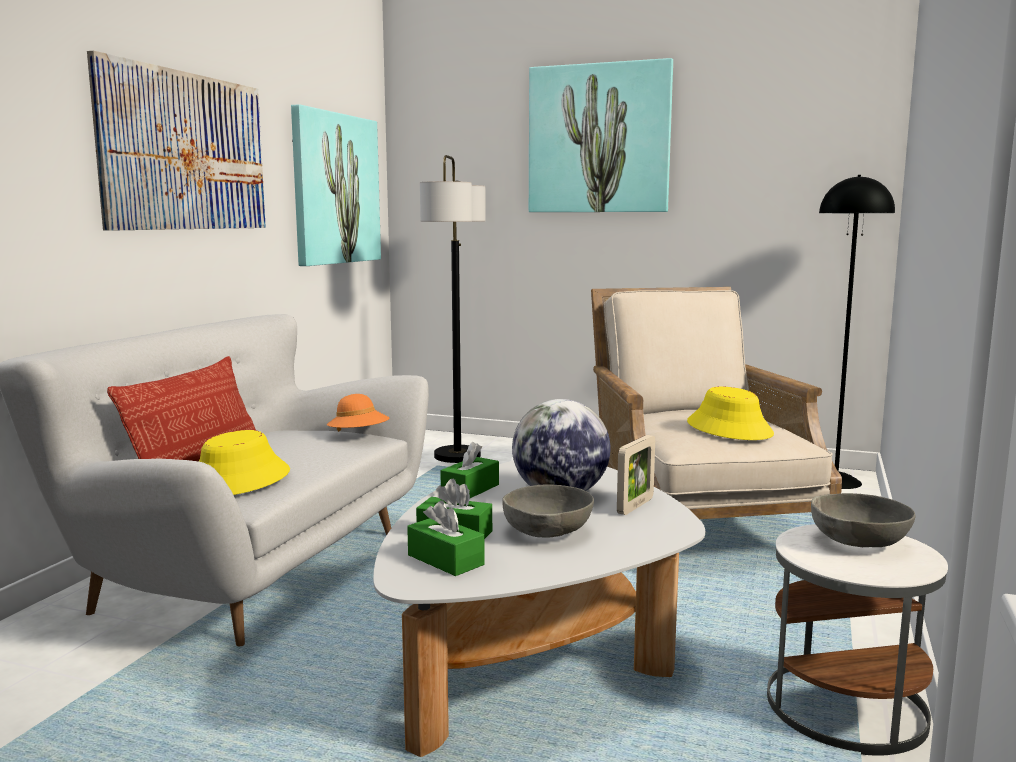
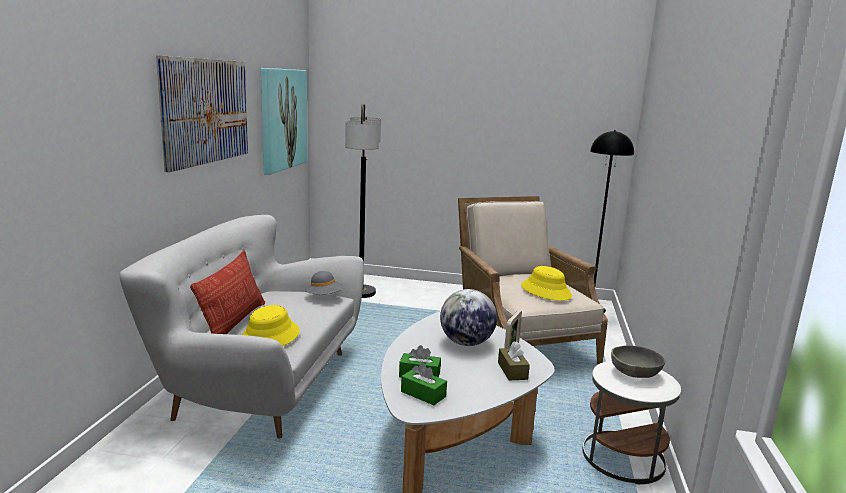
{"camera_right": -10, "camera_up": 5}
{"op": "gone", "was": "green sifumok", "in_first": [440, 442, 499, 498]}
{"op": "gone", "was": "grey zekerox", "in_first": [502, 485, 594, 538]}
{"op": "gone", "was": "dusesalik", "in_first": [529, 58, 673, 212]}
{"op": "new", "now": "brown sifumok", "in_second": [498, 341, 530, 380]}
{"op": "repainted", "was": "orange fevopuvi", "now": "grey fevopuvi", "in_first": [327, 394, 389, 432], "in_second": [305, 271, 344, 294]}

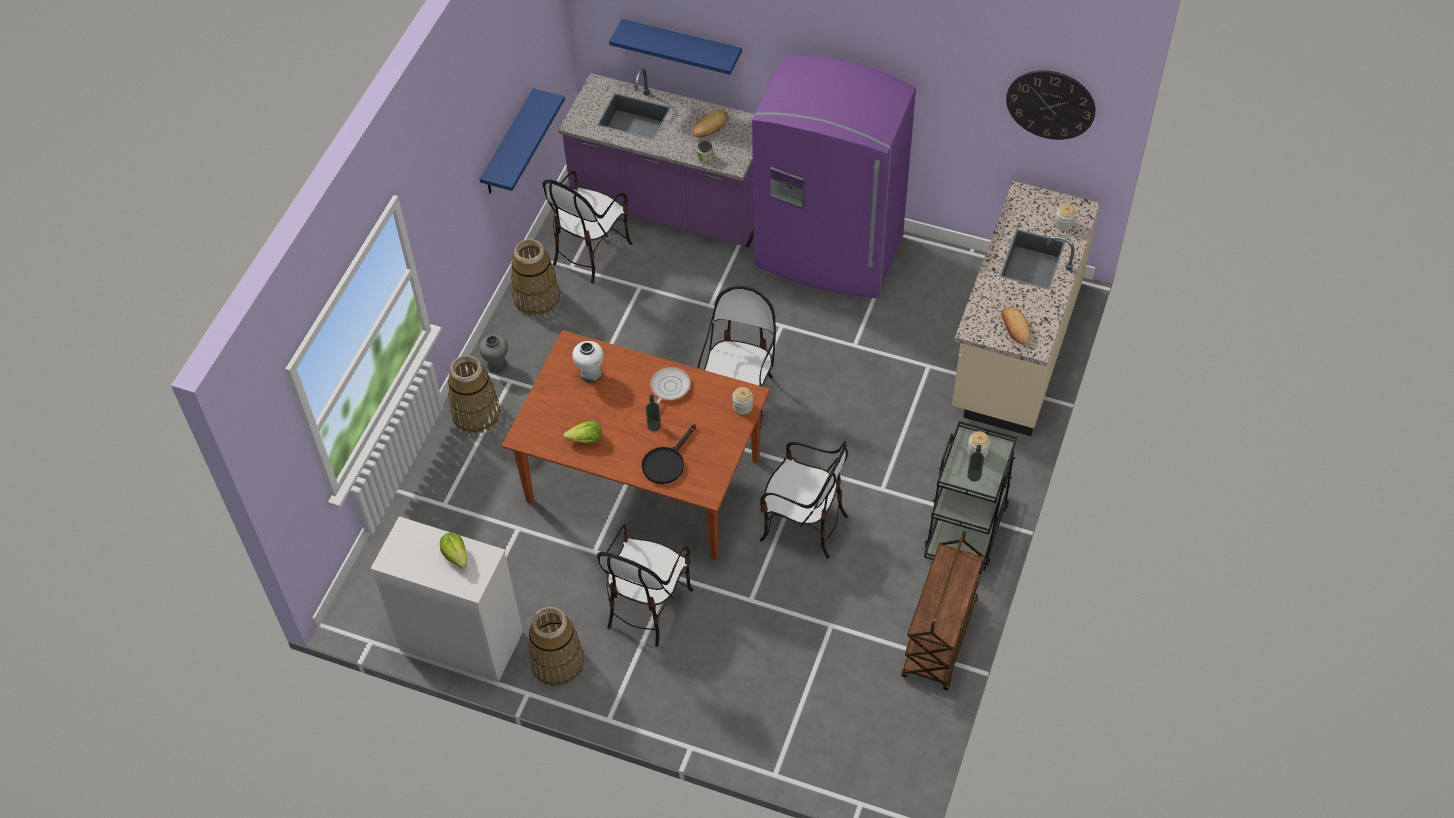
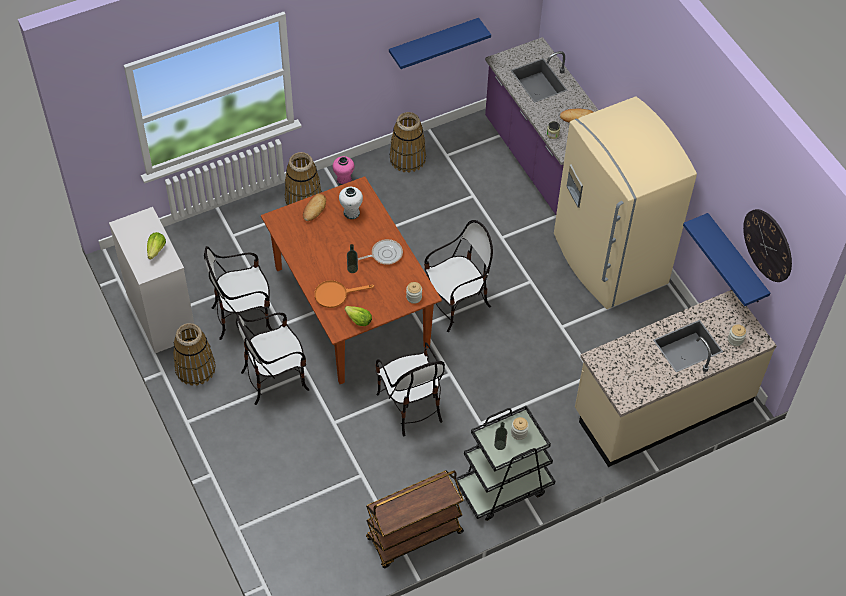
{"camera_right": 40, "camera_up": 0}
{"op": "shifted", "was": "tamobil", "in_first": [543, 171, 632, 284], "in_second": [204, 246, 273, 340]}
{"op": "shifted", "was": "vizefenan", "in_first": [563, 421, 602, 443], "in_second": [344, 306, 372, 326]}
{"op": "shifted", "was": "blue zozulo", "in_first": [609, 19, 742, 75], "in_second": [683, 213, 770, 306]}
{"op": "shifted", "was": "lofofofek", "in_first": [1001, 307, 1031, 345], "in_second": [303, 194, 326, 221]}
{"op": "repainted", "was": "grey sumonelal", "now": "pink sumonelal", "in_first": [479, 334, 508, 373], "in_second": [333, 156, 354, 185]}
{"op": "repainted", "was": "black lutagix", "now": "orange lutagix", "in_first": [642, 424, 696, 484], "in_second": [314, 280, 374, 308]}
{"op": "repainted", "was": "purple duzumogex", "now": "beige duzumogex", "in_first": [752, 55, 916, 298], "in_second": [554, 97, 697, 309]}

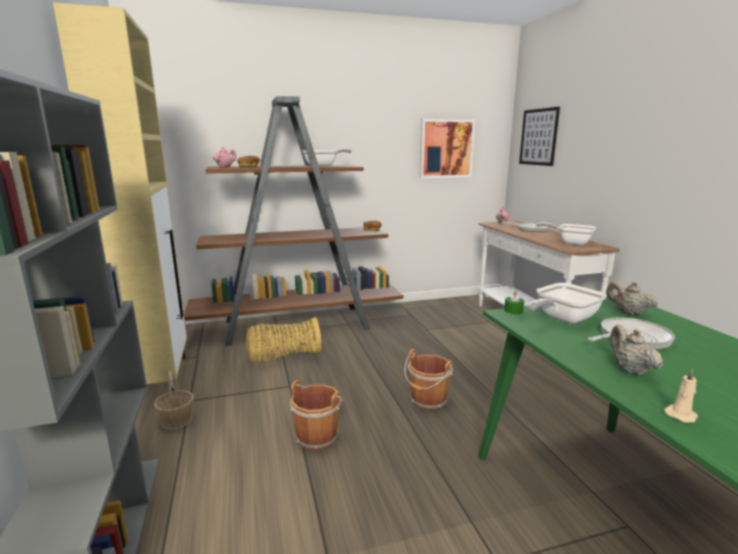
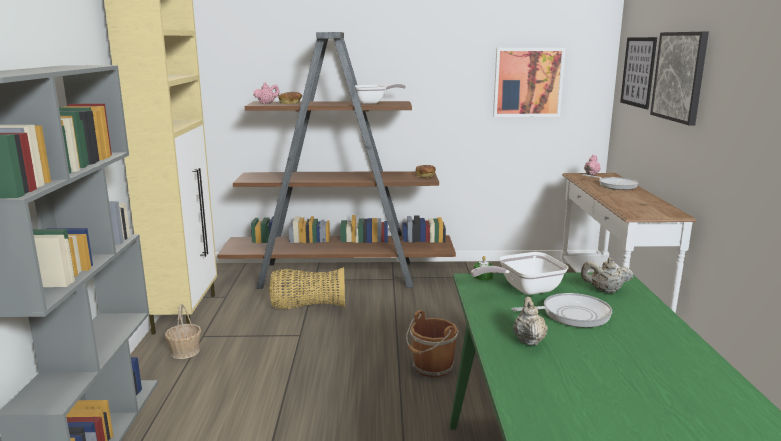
{"camera_right": 15, "camera_up": 0}
{"op": "gone", "was": "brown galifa", "in_first": [290, 380, 345, 450]}
{"op": "gone", "was": "lutagix", "in_first": [536, 223, 597, 245]}
{"op": "gone", "was": "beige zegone", "in_first": [664, 369, 698, 423]}
{"op": "new", "now": "dusesalik", "in_second": [650, 32, 709, 125]}
{"op": "rotated", "was": "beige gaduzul", "in_first": [606, 282, 658, 316], "in_second": [581, 258, 634, 293], "clockwise": -60}

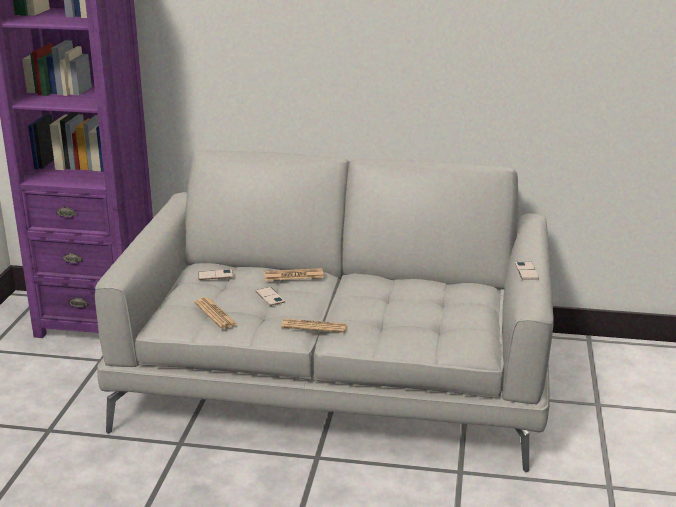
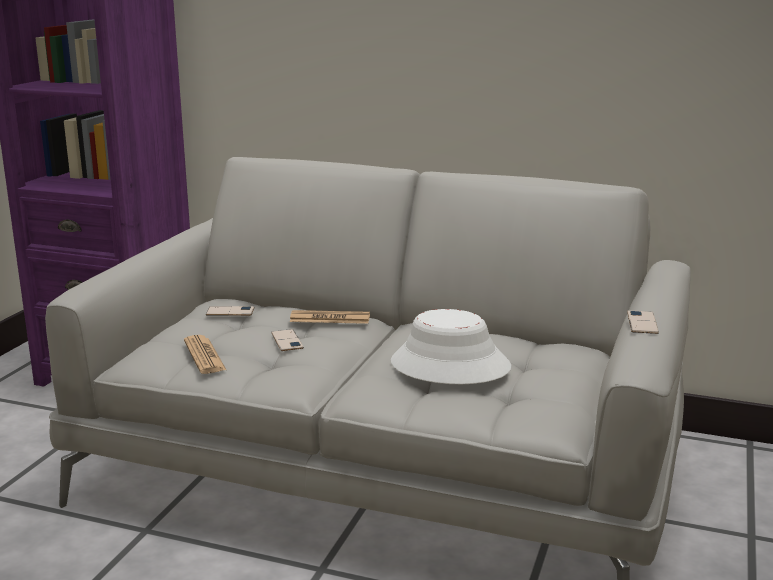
{"camera_right": 10, "camera_up": -5}
{"op": "gone", "was": "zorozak", "in_first": [281, 319, 347, 333]}
{"op": "new", "now": "white fevopuvi", "in_second": [391, 309, 512, 384]}

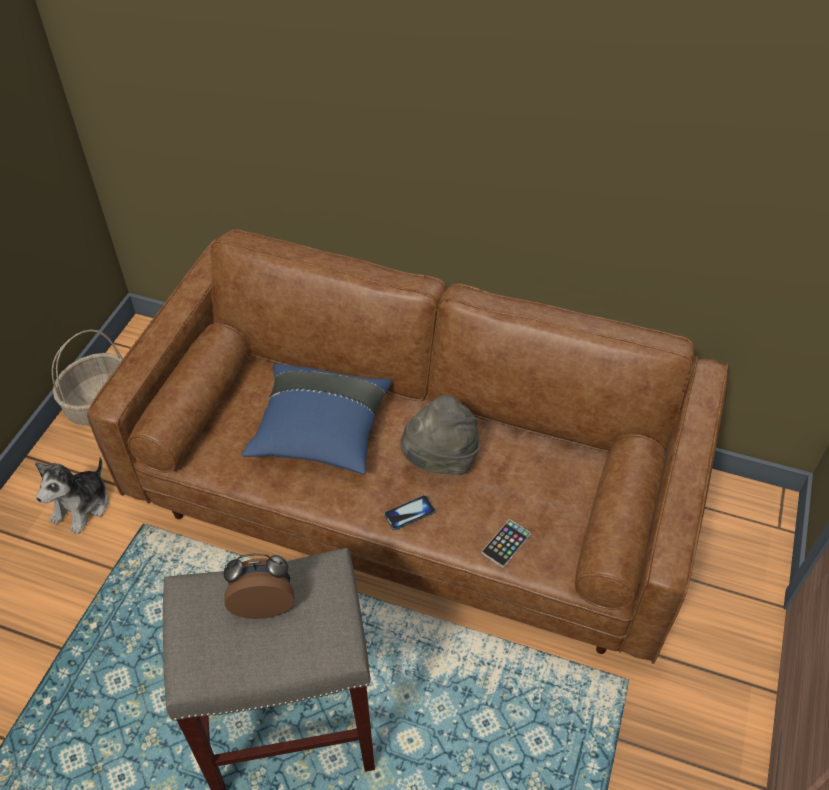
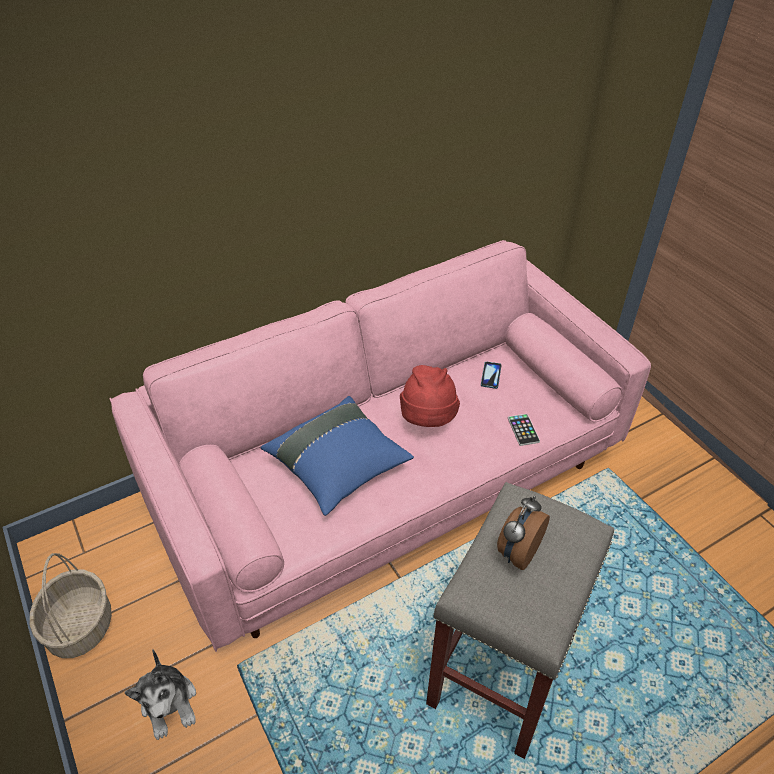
{"camera_right": -50, "camera_up": -5}
{"op": "shifted", "was": "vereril", "in_first": [384, 495, 435, 530], "in_second": [481, 362, 502, 389]}
{"op": "repainted", "was": "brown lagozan", "now": "pink lagozan", "in_first": [87, 229, 728, 664], "in_second": [110, 240, 651, 652]}
{"op": "repainted", "was": "grey fevopuvi", "now": "red fevopuvi", "in_first": [400, 395, 480, 475], "in_second": [400, 365, 460, 427]}

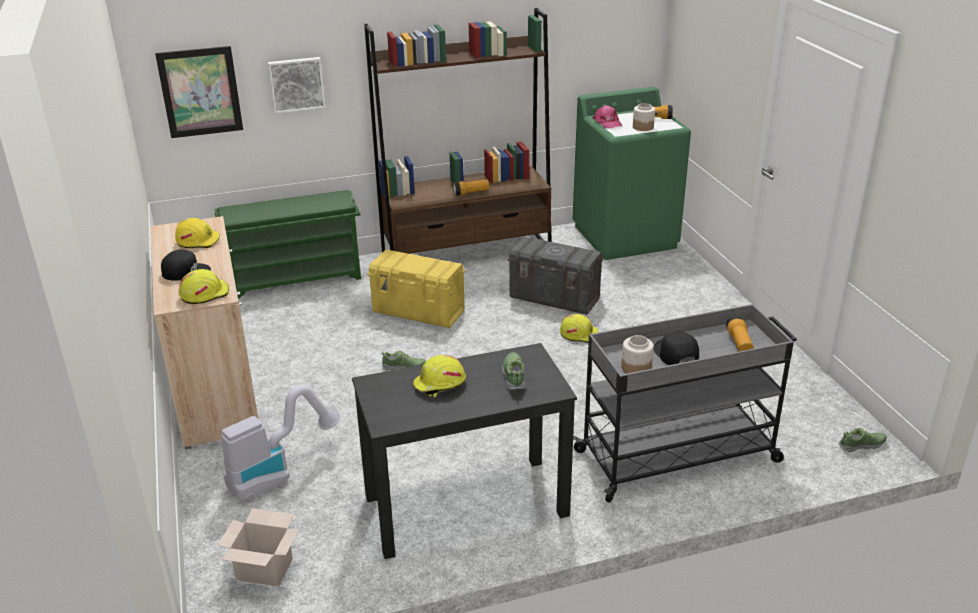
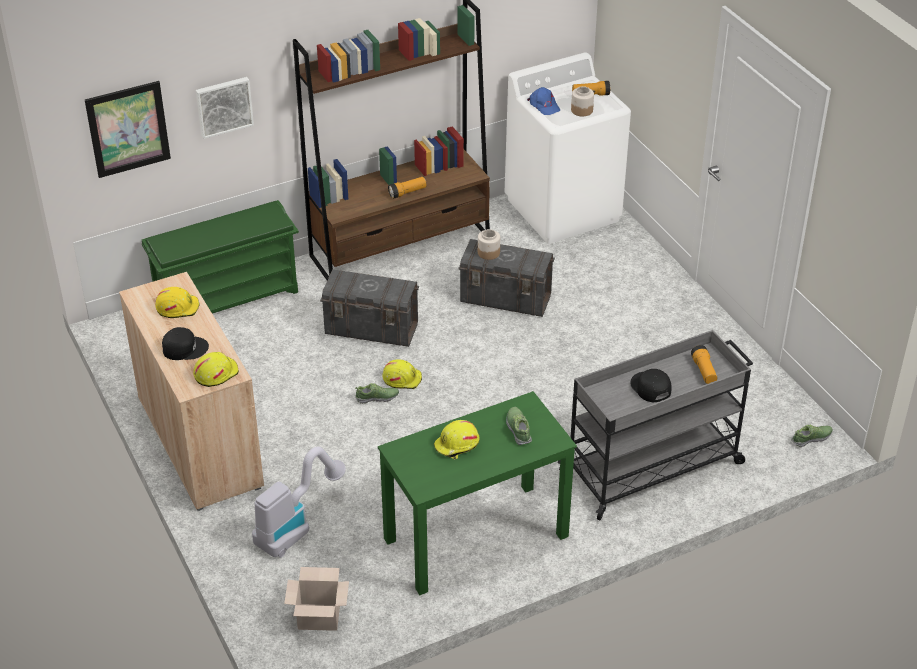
{"camera_right": -10, "camera_up": 10}
{"op": "shifted", "was": "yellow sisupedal", "in_first": [560, 314, 598, 343], "in_second": [382, 359, 422, 389]}
{"op": "shifted", "was": "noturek", "in_first": [621, 335, 654, 374], "in_second": [478, 229, 500, 260]}
{"op": "repainted", "was": "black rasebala", "now": "green rasebala", "in_first": [352, 343, 577, 559], "in_second": [378, 391, 577, 595]}
{"op": "repainted", "was": "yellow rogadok", "now": "grey rogadok", "in_first": [367, 250, 466, 328], "in_second": [320, 269, 419, 347]}
{"op": "repainted", "was": "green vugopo", "now": "white vugopo", "in_first": [573, 87, 691, 260], "in_second": [505, 53, 631, 244]}
{"op": "repainted", "was": "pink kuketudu", "now": "blue kuketudu", "in_first": [593, 105, 622, 129], "in_second": [527, 87, 560, 115]}

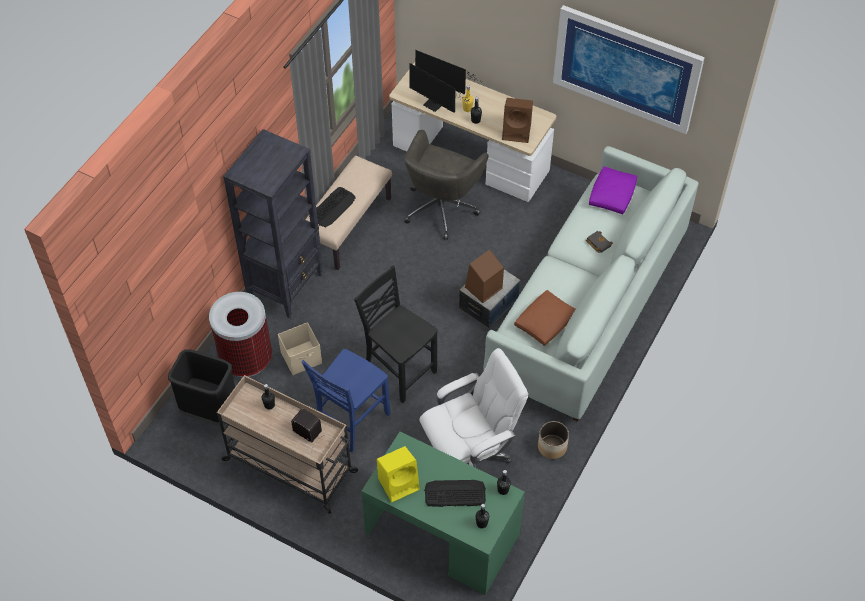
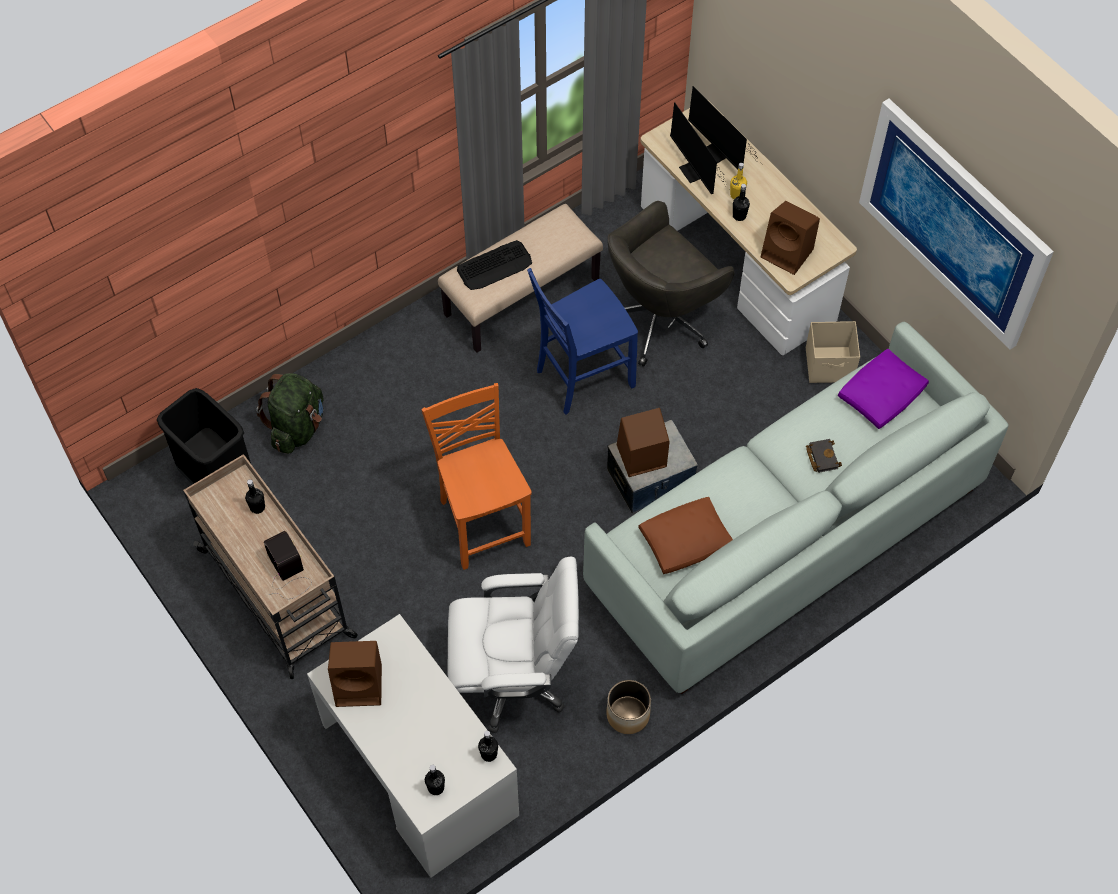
{"camera_right": 25, "camera_up": 5}
{"op": "gone", "was": "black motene", "in_first": [223, 129, 323, 319]}
{"op": "gone", "was": "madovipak", "in_first": [424, 480, 486, 507]}
{"op": "shifted", "was": "beige rogadok", "in_first": [278, 322, 322, 375], "in_second": [806, 321, 860, 383]}
{"op": "shifted", "was": "blue tamobil", "in_first": [302, 349, 391, 452], "in_second": [527, 268, 638, 415]}
{"op": "swapped", "was": "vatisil", "now": "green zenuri", "in_first": [209, 292, 272, 377], "in_second": [256, 373, 324, 454]}
{"op": "repainted", "was": "black tamobil", "now": "orange tamobil", "in_first": [354, 266, 438, 403], "in_second": [421, 383, 532, 570]}
{"op": "repainted", "was": "green rasebala", "now": "white rasebala", "in_first": [361, 431, 525, 595], "in_second": [307, 614, 519, 878]}
{"op": "repainted", "was": "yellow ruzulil", "now": "brown ruzulil", "in_first": [377, 446, 420, 503], "in_second": [328, 641, 382, 707]}

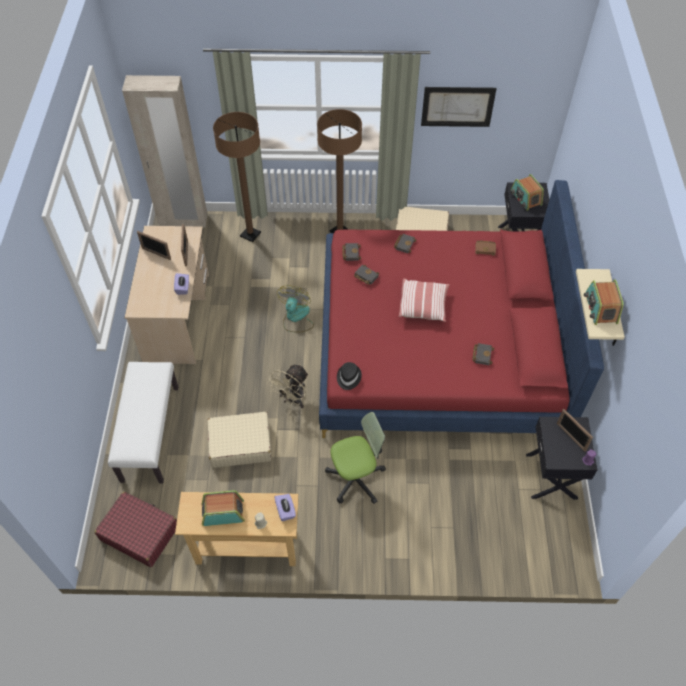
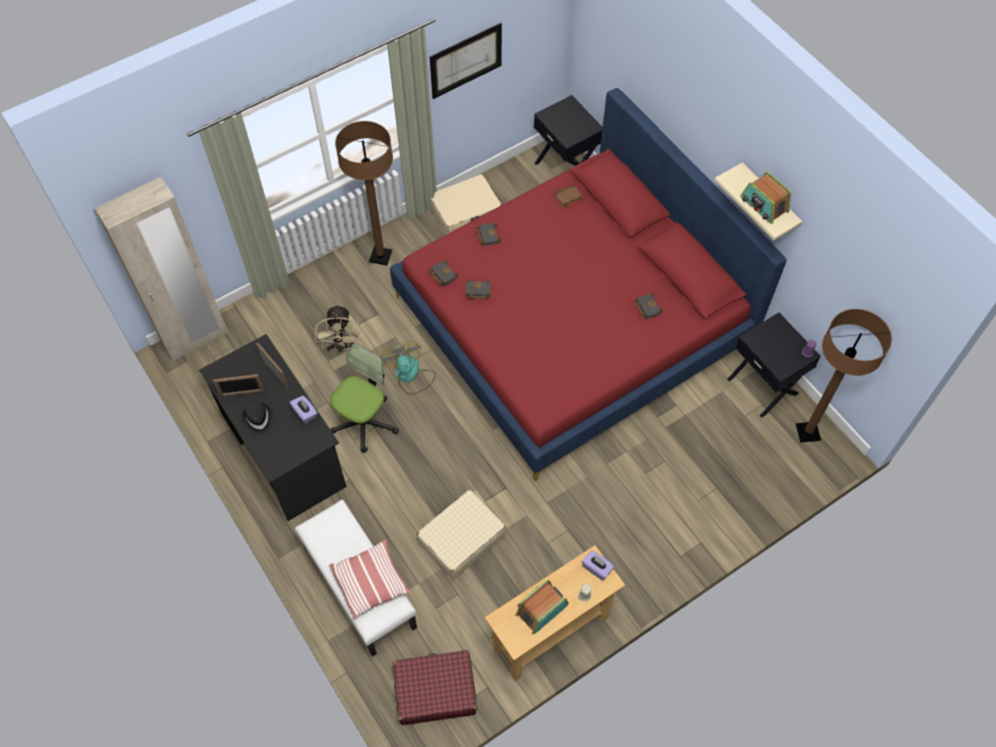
{"camera_right": -35, "camera_up": 5}
{"op": "gone", "was": "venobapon", "in_first": [511, 174, 544, 211]}
{"op": "gone", "was": "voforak", "in_first": [557, 409, 593, 451]}
{"op": "shifted", "was": "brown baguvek", "in_first": [213, 112, 261, 242], "in_second": [796, 309, 892, 443]}
{"op": "shifted", "was": "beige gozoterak", "in_first": [267, 364, 308, 408], "in_second": [315, 304, 361, 352]}
{"op": "shifted", "was": "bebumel", "in_first": [325, 412, 386, 504], "in_second": [330, 343, 399, 453]}
{"op": "shifted", "was": "black fevopuvi", "in_first": [337, 362, 362, 390], "in_second": [243, 402, 273, 435]}
{"op": "shifted", "was": "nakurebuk", "in_first": [399, 279, 450, 322], "in_second": [329, 539, 410, 619]}
{"op": "repainted", "was": "beige rasebala", "now": "black rasebala", "in_first": [124, 226, 209, 364], "in_second": [199, 334, 347, 521]}

